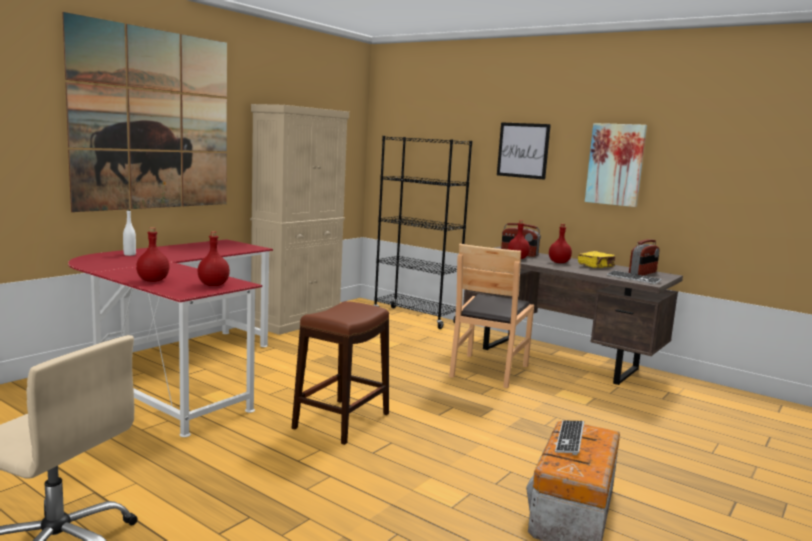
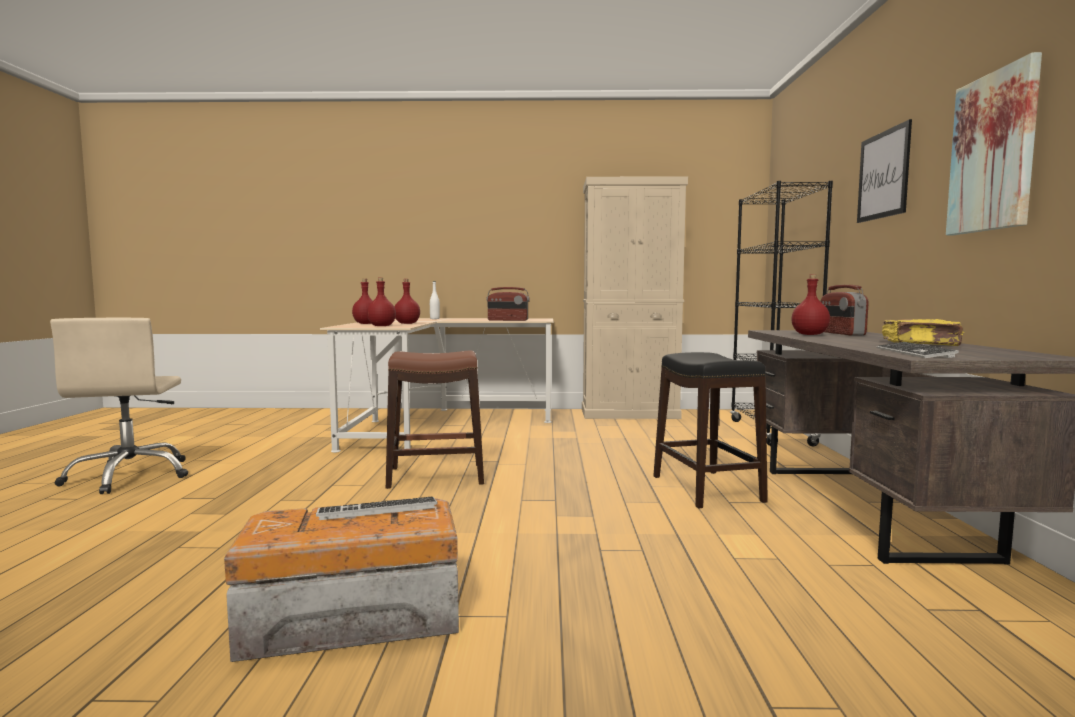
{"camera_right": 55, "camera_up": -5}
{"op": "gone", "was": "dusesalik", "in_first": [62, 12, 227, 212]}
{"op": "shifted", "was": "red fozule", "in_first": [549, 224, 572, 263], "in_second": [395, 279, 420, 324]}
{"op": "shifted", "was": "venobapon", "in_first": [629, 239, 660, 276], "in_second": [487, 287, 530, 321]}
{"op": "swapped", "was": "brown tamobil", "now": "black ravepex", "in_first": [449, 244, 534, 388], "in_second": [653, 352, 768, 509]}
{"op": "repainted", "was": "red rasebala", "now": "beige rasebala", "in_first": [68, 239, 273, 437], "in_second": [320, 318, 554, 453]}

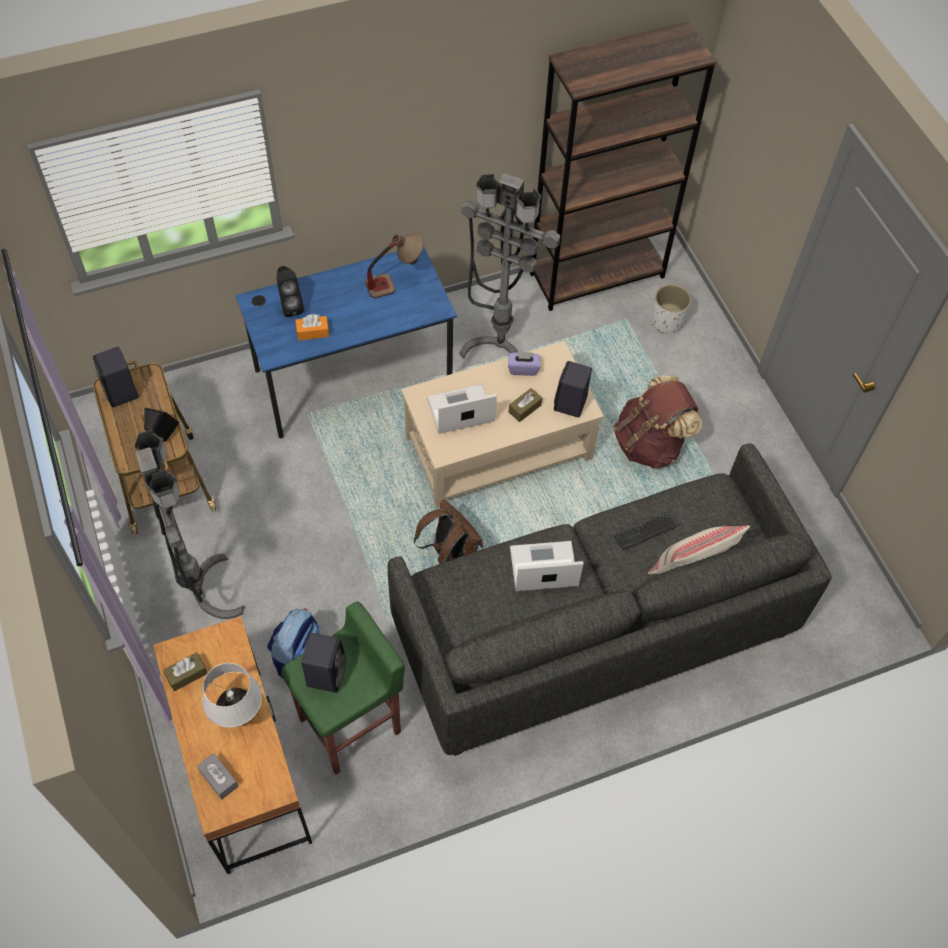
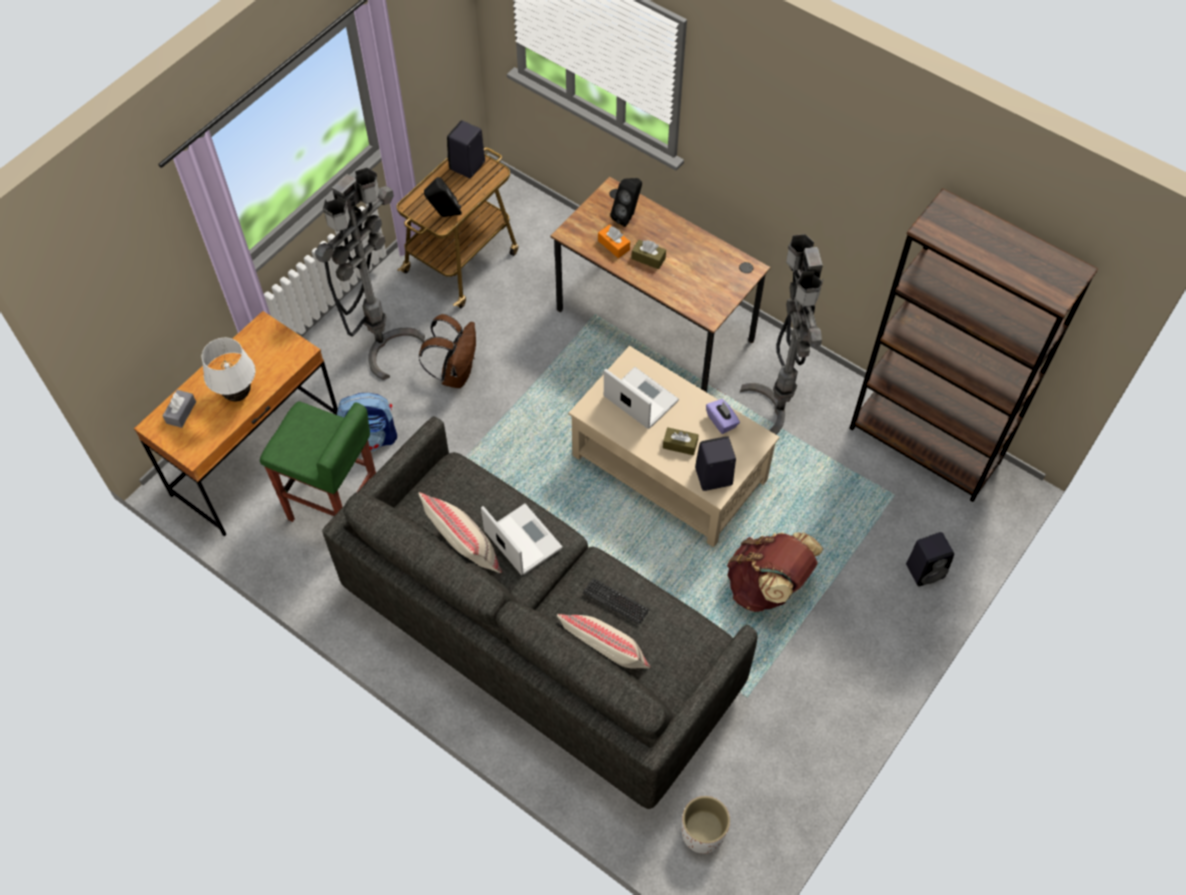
{"camera_right": 60, "camera_up": 0}
{"op": "gone", "was": "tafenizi", "in_first": [365, 233, 423, 298]}
{"op": "new", "now": "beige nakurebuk", "in_second": [418, 492, 502, 573]}
{"op": "shifted", "was": "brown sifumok", "in_first": [163, 652, 208, 691], "in_second": [631, 240, 666, 269]}
{"op": "shifted", "was": "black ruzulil", "in_first": [301, 633, 347, 693], "in_second": [906, 532, 954, 586]}
{"op": "shifted", "was": "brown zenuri", "in_first": [414, 499, 483, 564], "in_second": [419, 314, 476, 388]}
{"op": "shifted", "was": "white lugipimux", "in_first": [651, 284, 692, 334], "in_second": [682, 796, 730, 854]}
{"op": "repainted", "was": "blue rasebala", "now": "brown rasebala", "in_first": [236, 245, 457, 438], "in_second": [550, 177, 770, 392]}

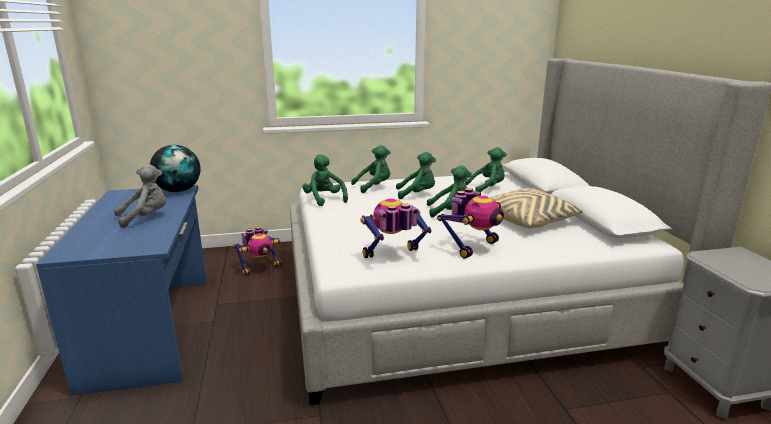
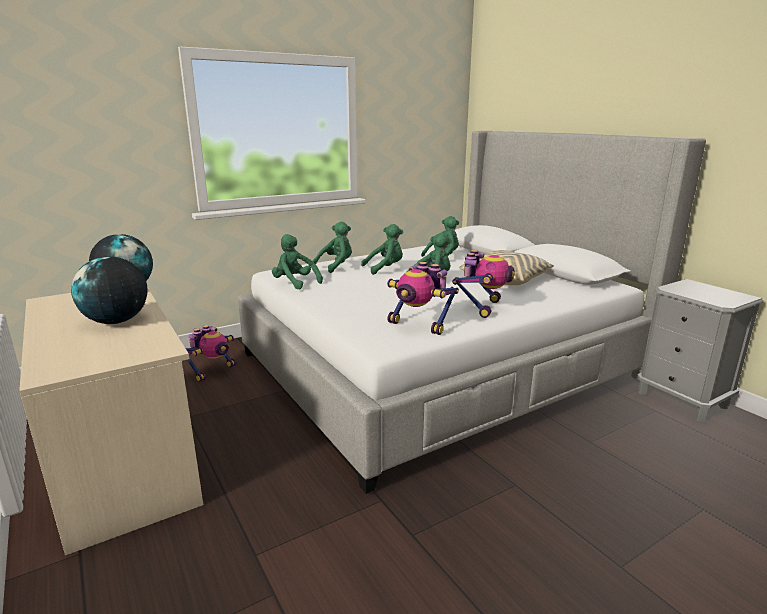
{"camera_right": -20, "camera_up": 0}
{"op": "swapped", "was": "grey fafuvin", "now": "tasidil", "in_first": [114, 164, 166, 228], "in_second": [71, 256, 148, 324]}
{"op": "repainted", "was": "blue rasebala", "now": "beige rasebala", "in_first": [36, 185, 207, 396], "in_second": [19, 287, 203, 556]}
{"op": "rotated", "was": "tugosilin", "in_first": [360, 199, 432, 258], "in_second": [387, 262, 459, 335], "clockwise": -105}

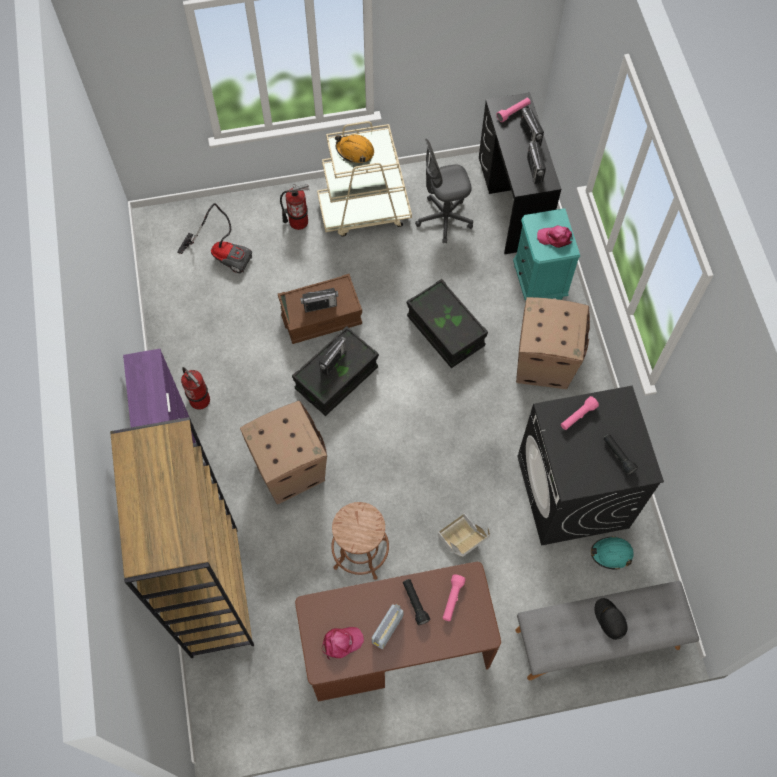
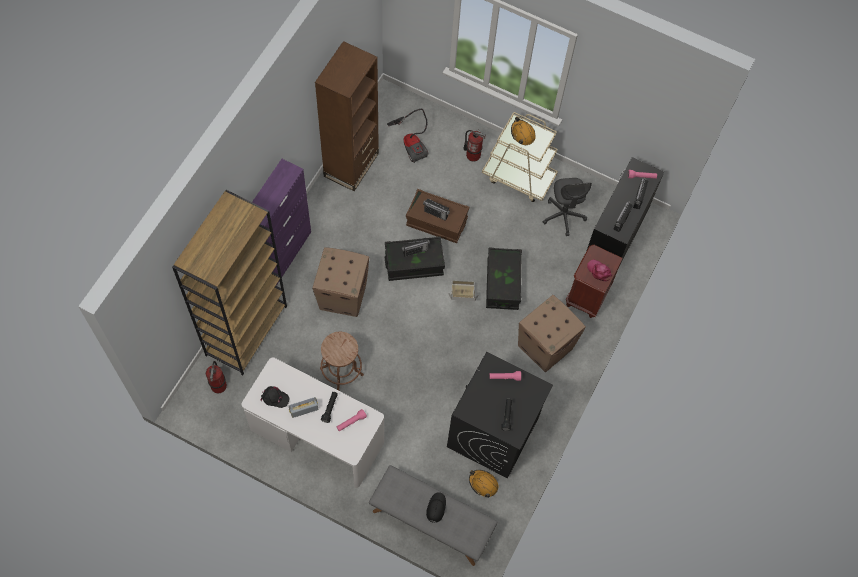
{"camera_right": 35, "camera_up": 0}
{"op": "new", "now": "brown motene", "in_second": [315, 41, 379, 191]}
{"op": "shifted", "was": "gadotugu", "in_first": [181, 367, 210, 410], "in_second": [206, 361, 227, 393]}
{"op": "shifted", "was": "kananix", "in_first": [438, 513, 490, 557], "in_second": [448, 281, 478, 301]}
{"op": "repainted", "was": "brown rasebala", "now": "white rasebala", "in_first": [295, 562, 501, 702], "in_second": [241, 357, 384, 488]}
{"op": "repainted", "was": "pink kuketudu", "now": "black kuketudu", "in_first": [322, 627, 364, 660], "in_second": [261, 386, 290, 408]}
{"op": "repainted", "was": "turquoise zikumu", "now": "brown zikumu", "in_first": [513, 208, 580, 300], "in_second": [566, 245, 623, 318]}
{"op": "repainted", "was": "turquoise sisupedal", "now": "orange sisupedal", "in_first": [591, 537, 634, 570], "in_second": [469, 470, 499, 498]}
{"op": "rotated", "was": "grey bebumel", "in_first": [415, 139, 473, 243], "in_second": [543, 178, 592, 236], "clockwise": -120}

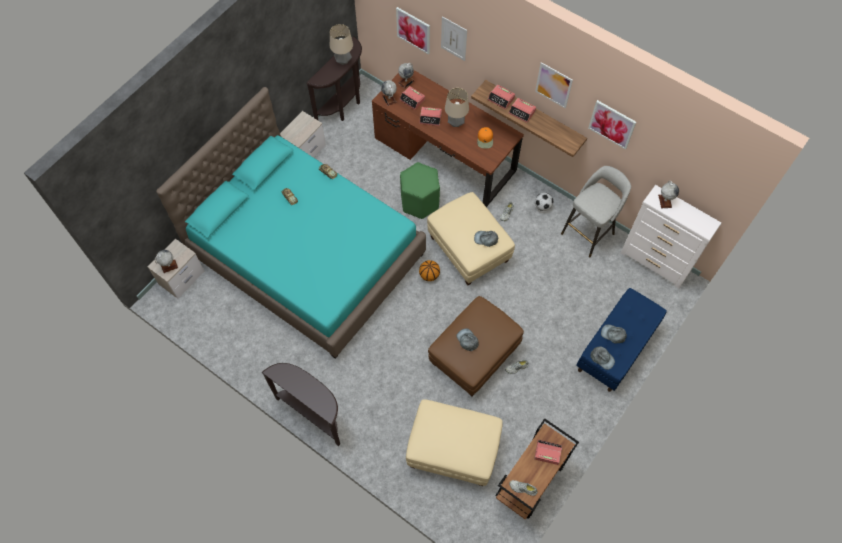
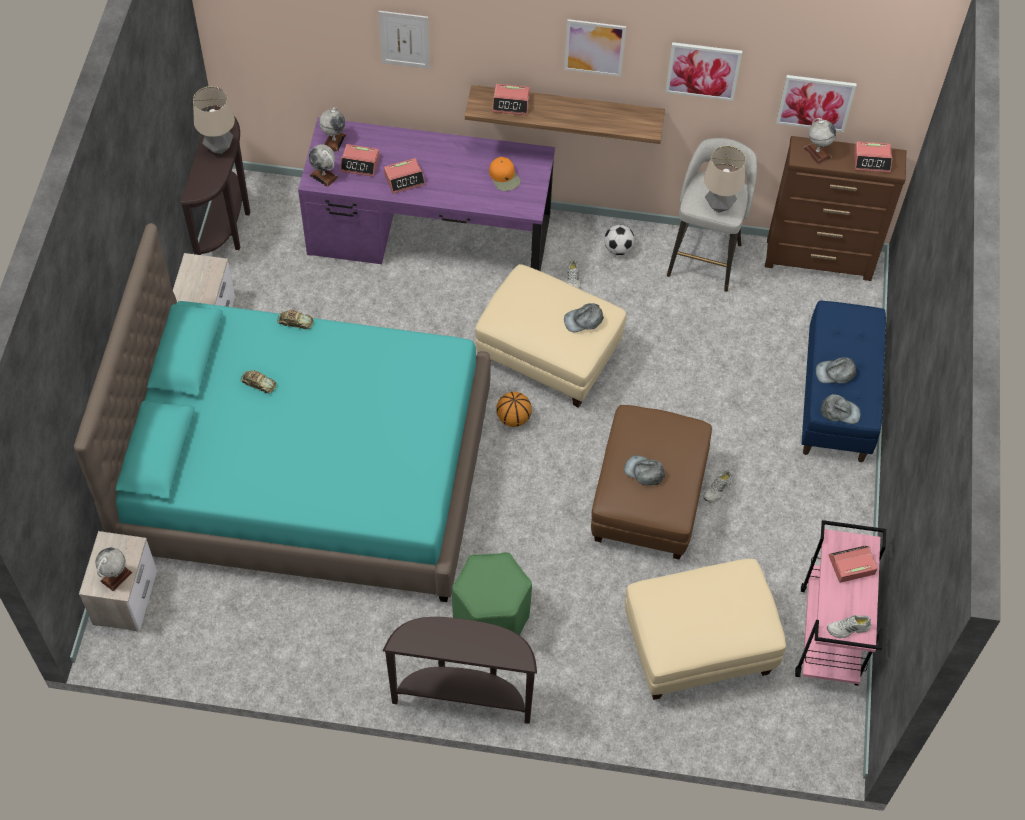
{"camera_right": -30, "camera_up": -5}
{"op": "shifted", "was": "dusesalik", "in_first": [396, 7, 430, 54], "in_second": [776, 75, 857, 132]}
{"op": "shifted", "was": "green ravepex", "in_first": [400, 162, 440, 219], "in_second": [452, 552, 532, 635]}
{"op": "shifted", "was": "tafenizi", "in_first": [445, 88, 469, 127], "in_second": [704, 146, 746, 213]}
{"op": "shifted", "was": "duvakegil", "in_first": [508, 98, 536, 123], "in_second": [854, 141, 892, 173]}
{"op": "repainted", "was": "brown rasebala", "now": "purple rasebala", "in_first": [372, 70, 524, 207], "in_second": [298, 117, 555, 271]}
{"op": "repainted", "was": "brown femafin", "now": "pink femafin", "in_first": [495, 418, 579, 520], "in_second": [795, 520, 886, 686]}
{"op": "repainted", "was": "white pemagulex", "now": "brown pemagulex", "in_first": [621, 185, 722, 289], "in_second": [765, 136, 906, 281]}

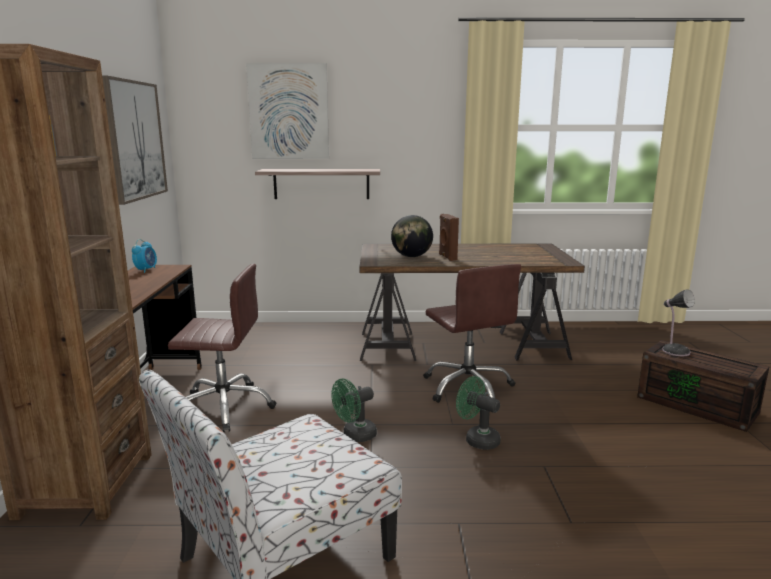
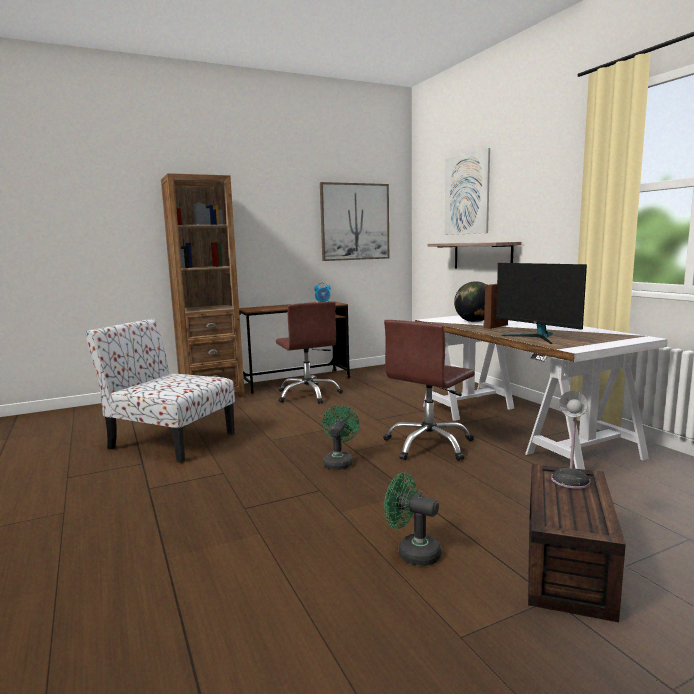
{"camera_right": 65, "camera_up": -5}
{"op": "new", "now": "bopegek", "in_second": [496, 263, 587, 344]}
{"op": "shifted", "was": "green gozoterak", "in_first": [331, 379, 377, 442], "in_second": [384, 473, 441, 566]}
{"op": "repainted", "was": "brown rasebala", "now": "white rasebala", "in_first": [359, 244, 585, 361], "in_second": [415, 315, 668, 470]}

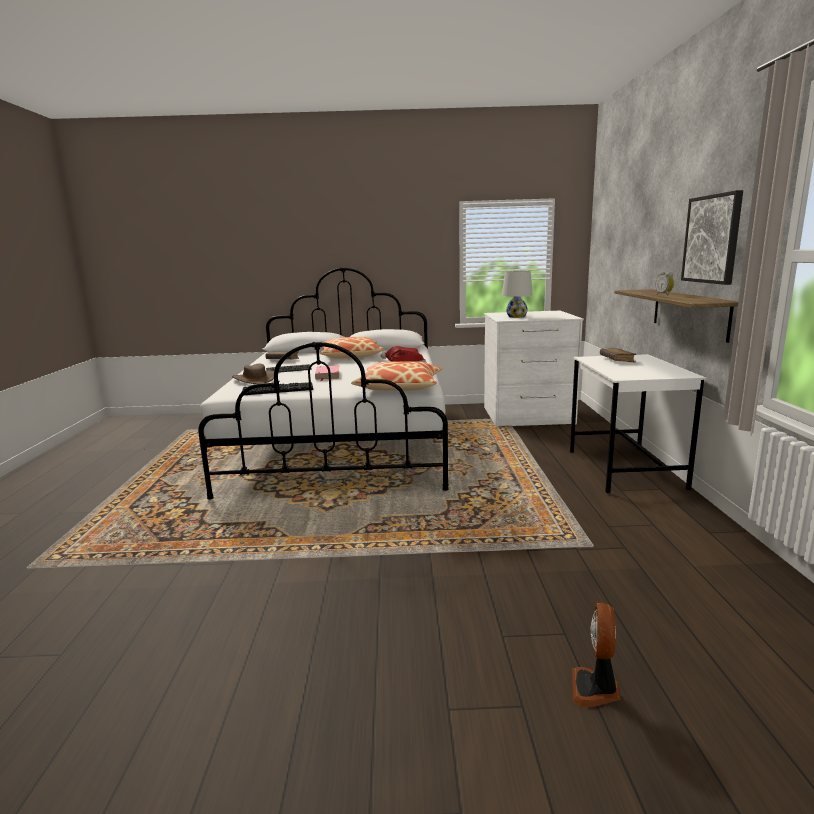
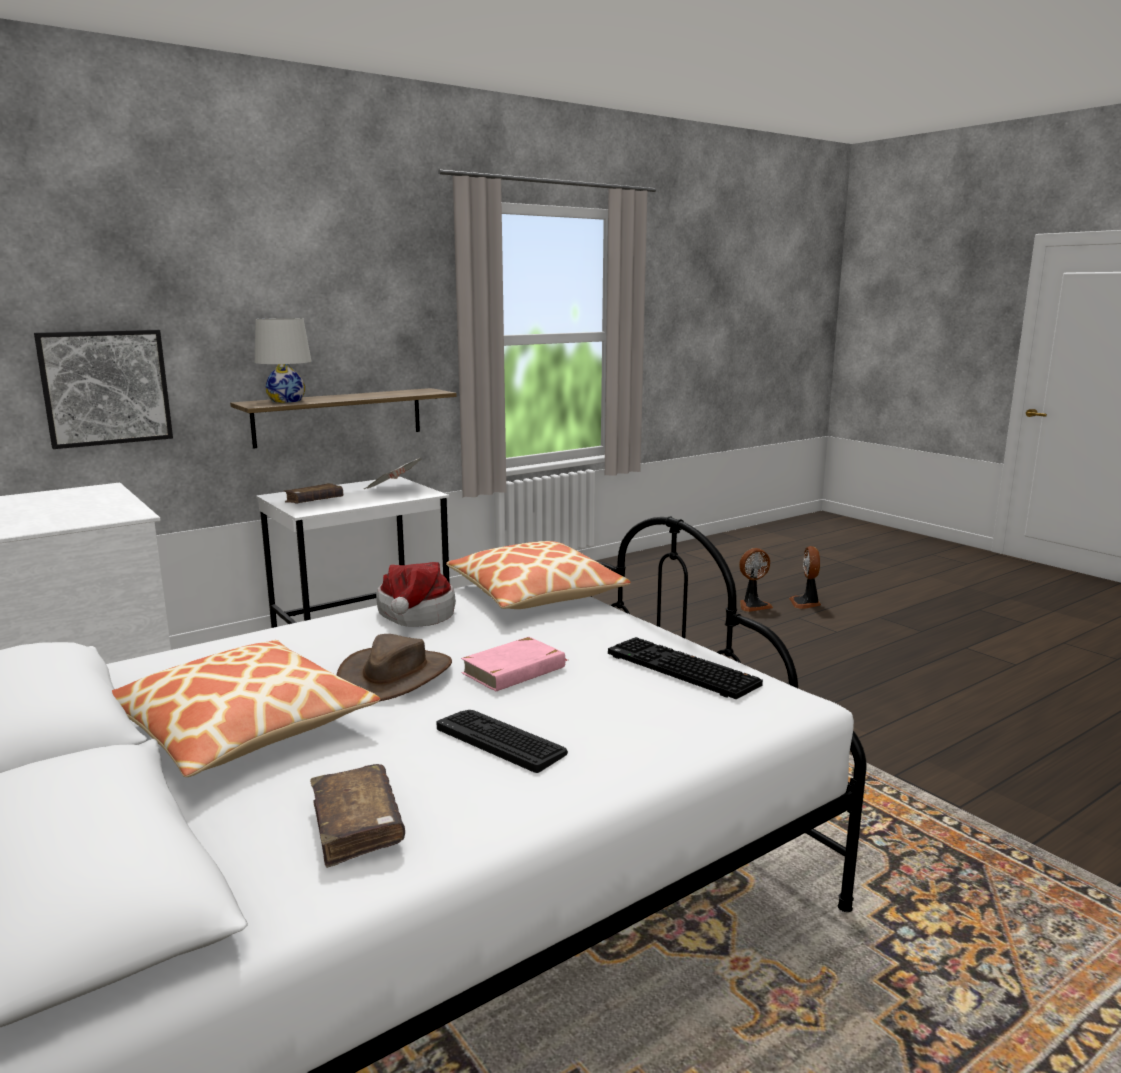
{"camera_right": -125, "camera_up": 0}
{"op": "gone", "was": "duvakegil", "in_first": [655, 271, 674, 296]}
{"op": "new", "now": "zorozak", "in_second": [364, 457, 422, 489]}
{"op": "new", "now": "gozoterak", "in_second": [789, 546, 821, 609]}
{"op": "shifted", "was": "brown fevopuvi", "in_first": [232, 364, 274, 384], "in_second": [337, 634, 452, 701]}
{"op": "shifted", "was": "white tafenizi", "in_first": [502, 271, 533, 318], "in_second": [255, 318, 312, 403]}
{"op": "shifted", "was": "dusesalik", "in_first": [681, 190, 743, 285], "in_second": [34, 330, 173, 449]}

